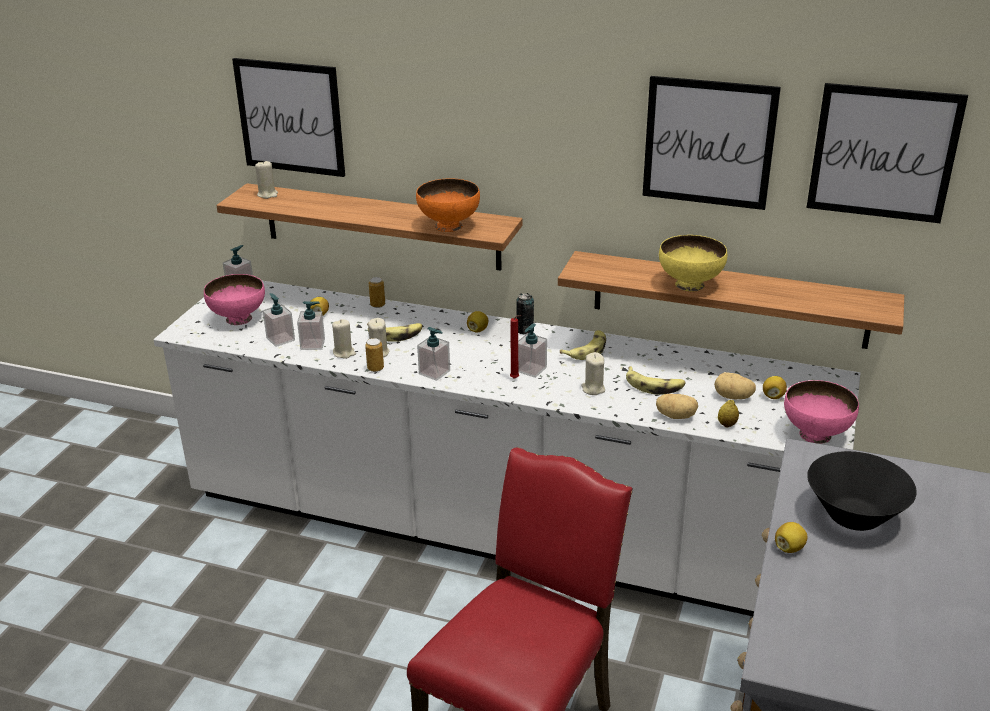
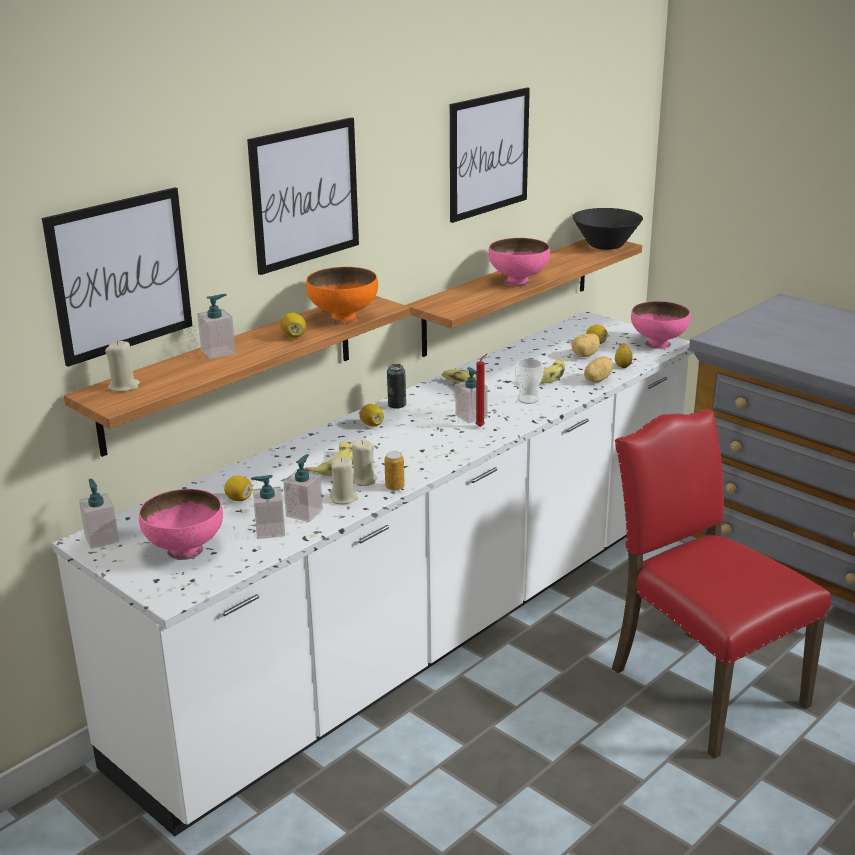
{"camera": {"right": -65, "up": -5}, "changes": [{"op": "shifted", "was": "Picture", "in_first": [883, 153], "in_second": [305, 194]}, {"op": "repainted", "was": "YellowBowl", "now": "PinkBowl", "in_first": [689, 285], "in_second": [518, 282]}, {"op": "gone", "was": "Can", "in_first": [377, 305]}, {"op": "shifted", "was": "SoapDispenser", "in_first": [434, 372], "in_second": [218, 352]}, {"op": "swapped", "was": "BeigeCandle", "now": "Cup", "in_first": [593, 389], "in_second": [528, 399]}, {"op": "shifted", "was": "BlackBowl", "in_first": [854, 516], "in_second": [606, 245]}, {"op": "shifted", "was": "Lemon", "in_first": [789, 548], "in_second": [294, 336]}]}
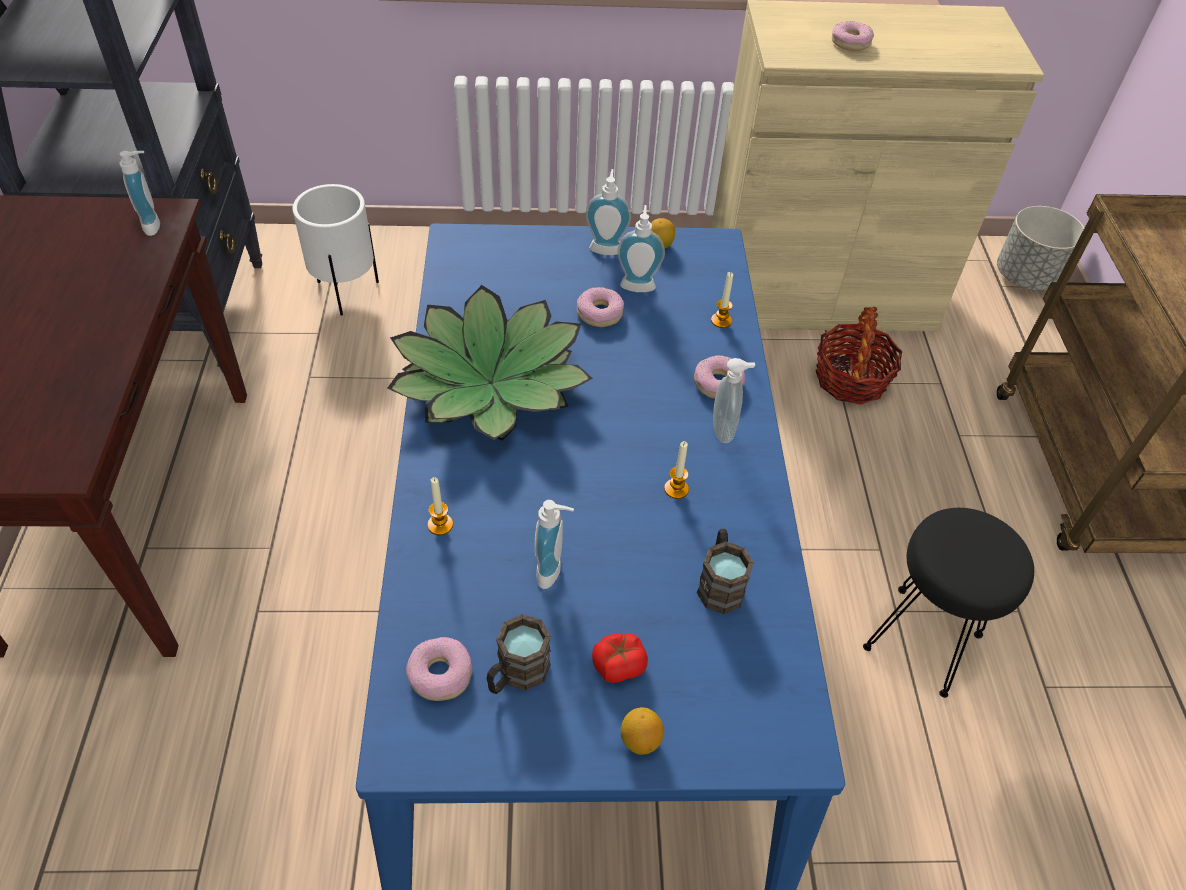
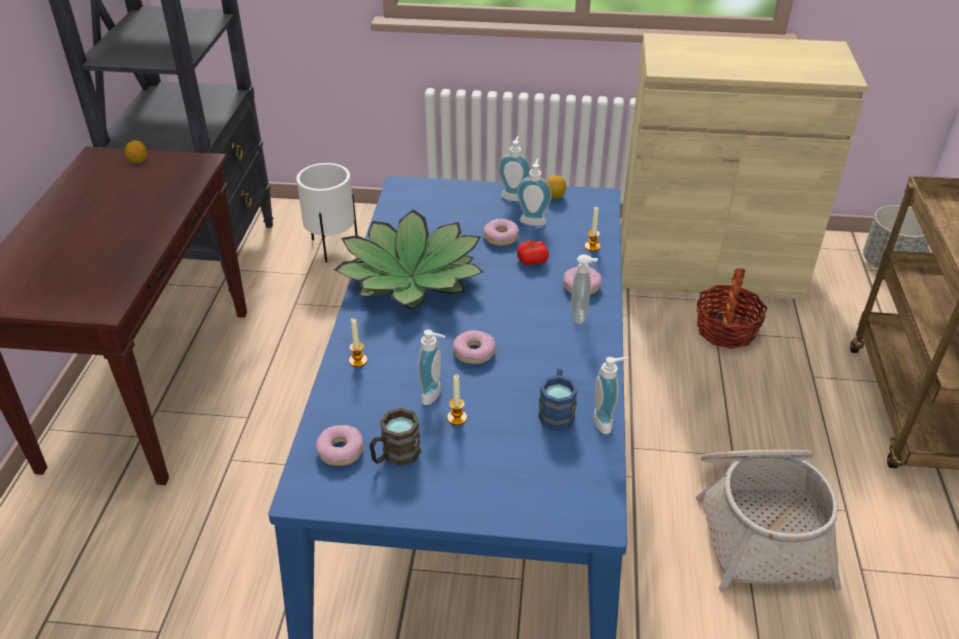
{"camera": {"right": 10, "up": -10}, "changes": [{"op": "shifted", "was": "Donut", "in_first": [850, 42], "in_second": [474, 352]}, {"op": "shifted", "was": "SoapDispenser", "in_first": [155, 225], "in_second": [606, 421]}, {"op": "shifted", "was": "Candle", "in_first": [676, 489], "in_second": [457, 418]}, {"op": "swapped", "was": "BlackStool", "now": "Basket", "in_first": [923, 639], "in_second": [760, 524]}, {"op": "repainted", "was": "BrownMug", "now": "BlueMug", "in_first": [719, 583], "in_second": [557, 411]}, {"op": "shifted", "was": "Tomato", "in_first": [618, 664], "in_second": [532, 260]}, {"op": "shifted", "was": "Lemon", "in_first": [640, 740], "in_second": [138, 161]}]}
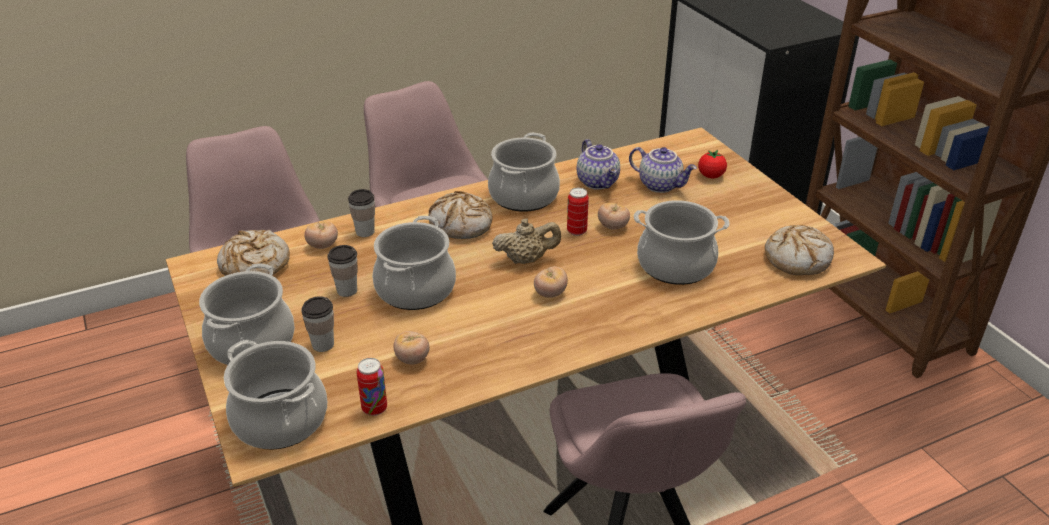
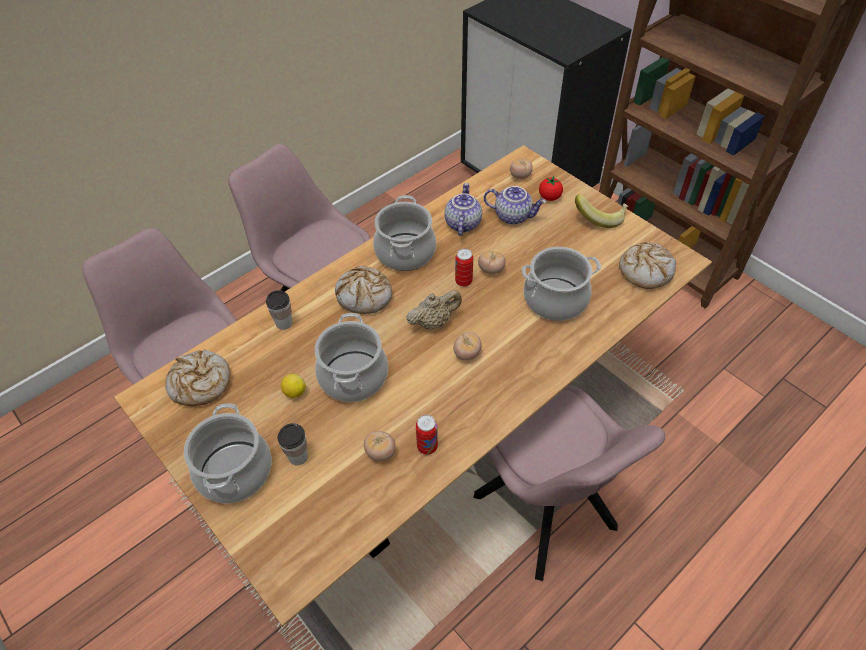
{"camera": {"right": -15, "up": 15}, "changes": [{"op": "rotated", "was": "Teapot", "in_first": [598, 182], "in_second": [462, 223], "clockwise": -135}, {"op": "shifted", "was": "Tomato", "in_first": [323, 246], "in_second": [520, 176]}, {"op": "swapped", "was": "Cup", "now": "Lemon", "in_first": [347, 290], "in_second": [294, 392]}, {"op": "gone", "was": "CookingPot", "in_first": [279, 420]}, {"op": "shifted", "was": "Can", "in_first": [374, 408], "in_second": [427, 447]}, {"op": "new", "now": "Banana", "in_second": [600, 217]}]}
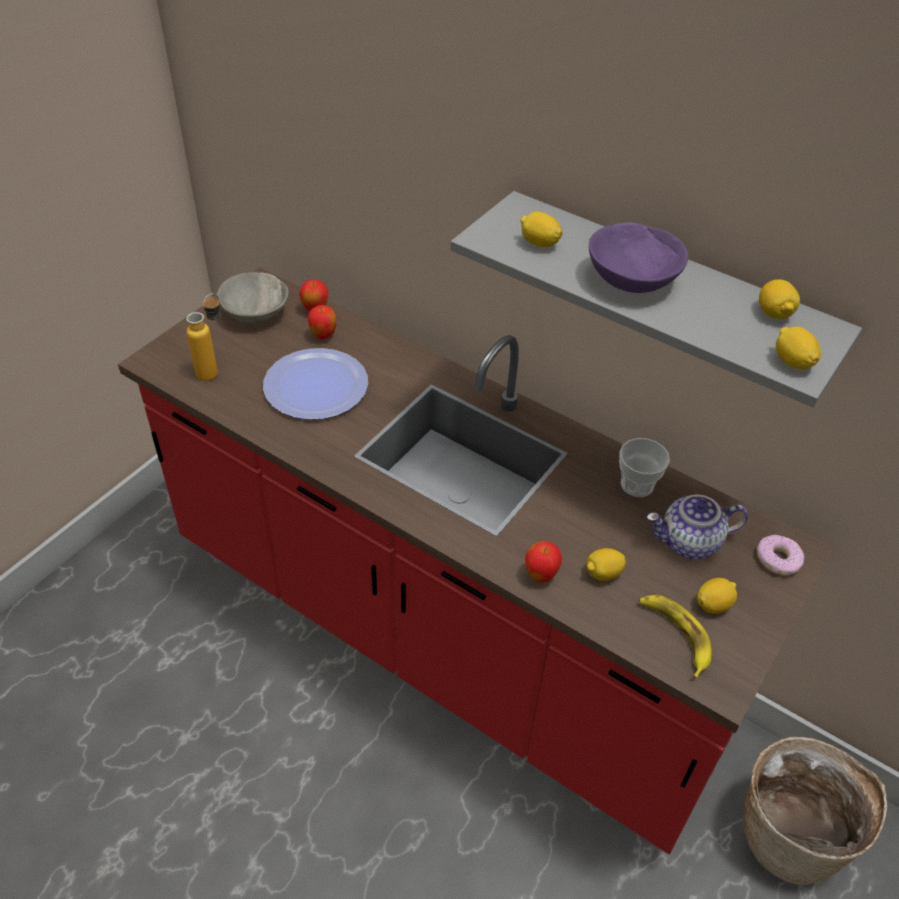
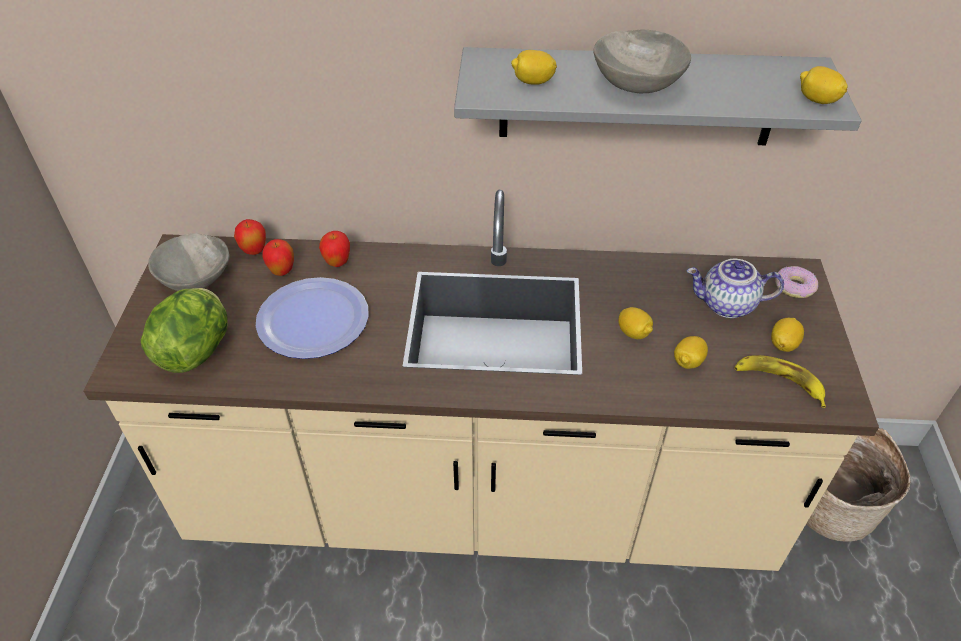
{"camera": {"right": -30, "up": 0}, "changes": [{"op": "repainted", "was": "PurpleBowl", "now": "GreyBowl", "in_first": [630, 279], "in_second": [635, 83]}, {"op": "repainted", "was": "RedCounter", "now": "BeigeCounter", "in_first": [441, 638], "in_second": [480, 503]}, {"op": "shifted", "was": "Lemon", "in_first": [774, 313], "in_second": [633, 333]}, {"op": "swapped", "was": "Bottle", "now": "Lettuce", "in_first": [214, 370], "in_second": [197, 350]}, {"op": "gone", "was": "Cup", "in_first": [637, 485]}, {"op": "rotated", "was": "Teapot", "in_first": [689, 543], "in_second": [726, 305], "clockwise": 45}, {"op": "shifted", "was": "Apple", "in_first": [540, 576], "in_second": [337, 263]}]}
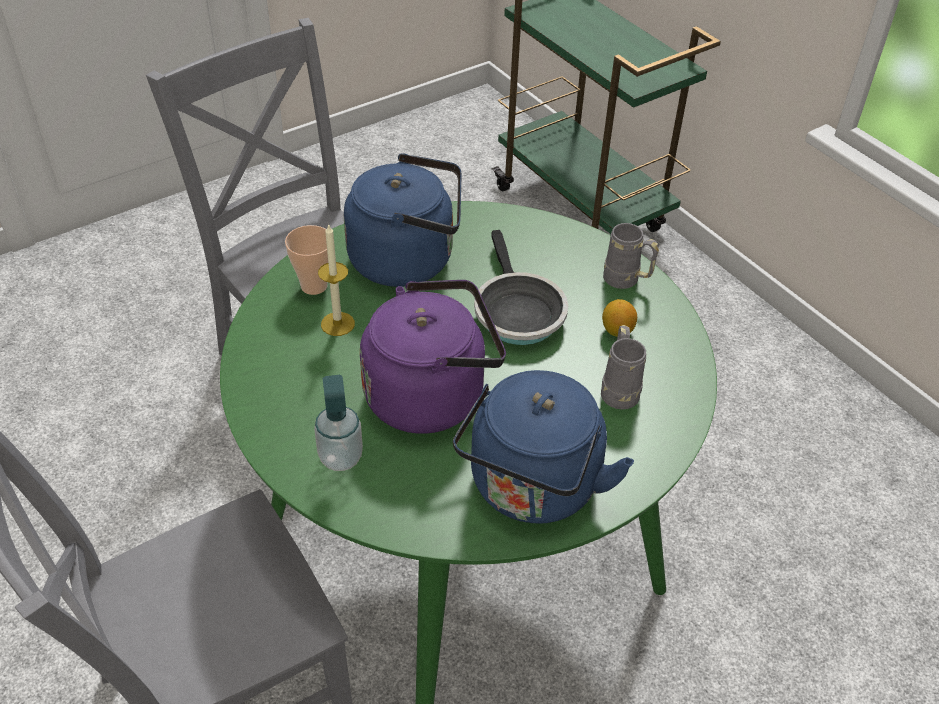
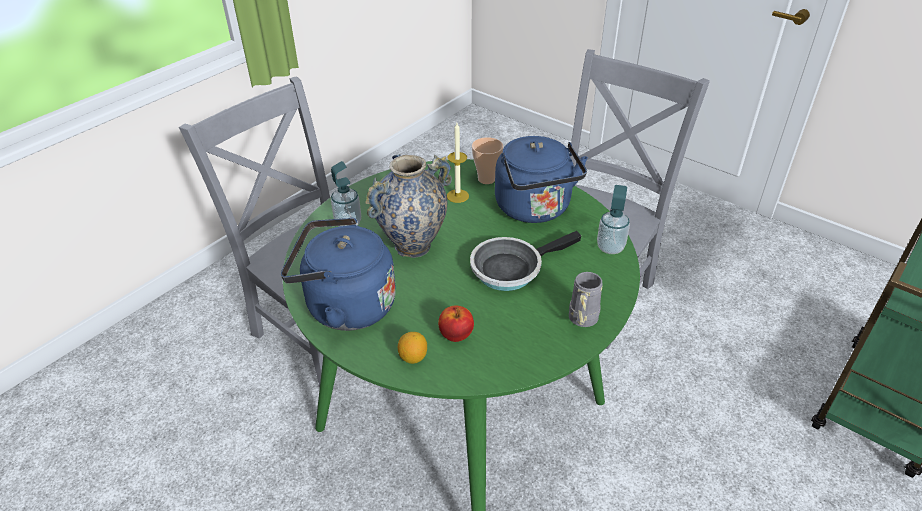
{"camera": {"right": 75, "up": -5}, "changes": [{"op": "swapped", "was": "PurpleKettle", "now": "Vase", "in_first": [431, 395], "in_second": [412, 246]}, {"op": "shifted", "was": "Lemon", "in_first": [617, 331], "in_second": [413, 357]}, {"op": "swapped", "was": "GreyMug", "now": "Apple", "in_first": [619, 389], "in_second": [456, 335]}, {"op": "new", "now": "SoapDispenser", "in_second": [610, 247]}]}
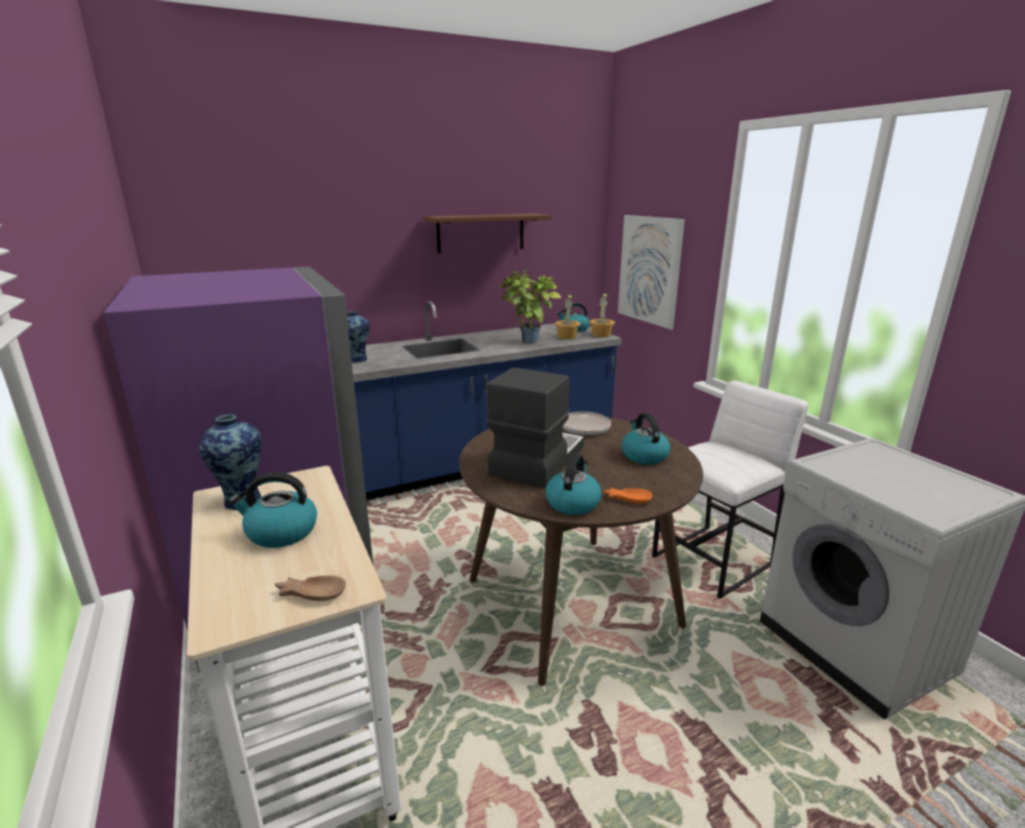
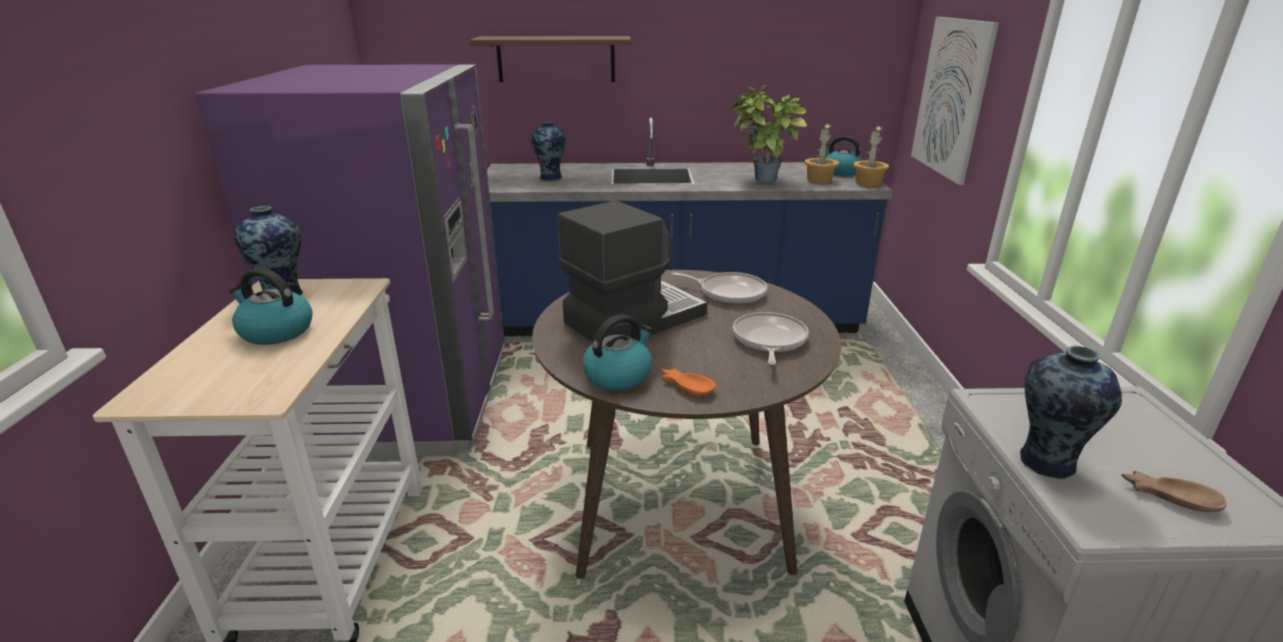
{"camera": {"right": 25, "up": 5}, "changes": [{"op": "shifted", "was": "BrownShelf", "in_first": [481, 233], "in_second": [556, 59]}, {"op": "gone", "was": "WhiteChair", "in_first": [714, 560]}, {"op": "swapped", "was": "Kettle", "now": "FryingPan", "in_first": [643, 455], "in_second": [769, 341]}, {"op": "shifted", "was": "BrownBowl", "in_first": [311, 592], "in_second": [1168, 496]}, {"op": "new", "now": "Vase", "in_second": [1045, 463]}]}
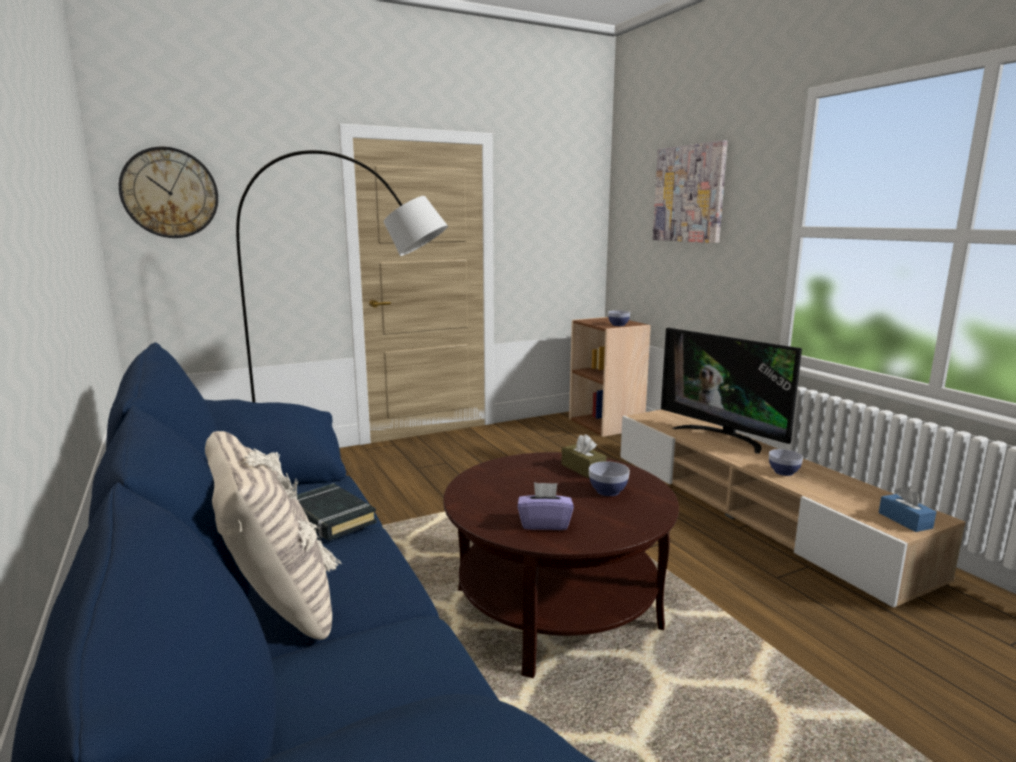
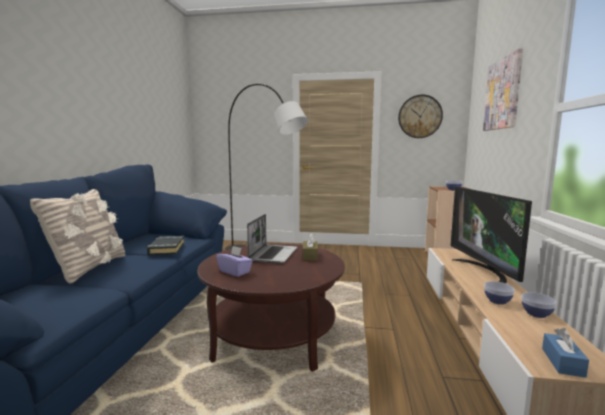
{"camera": {"right": 35, "up": -5}, "changes": [{"op": "shifted", "was": "WallClock", "in_first": [170, 193], "in_second": [420, 116]}, {"op": "shifted", "was": "Bowl", "in_first": [608, 491], "in_second": [536, 314]}, {"op": "new", "now": "Laptop", "in_second": [273, 254]}]}
